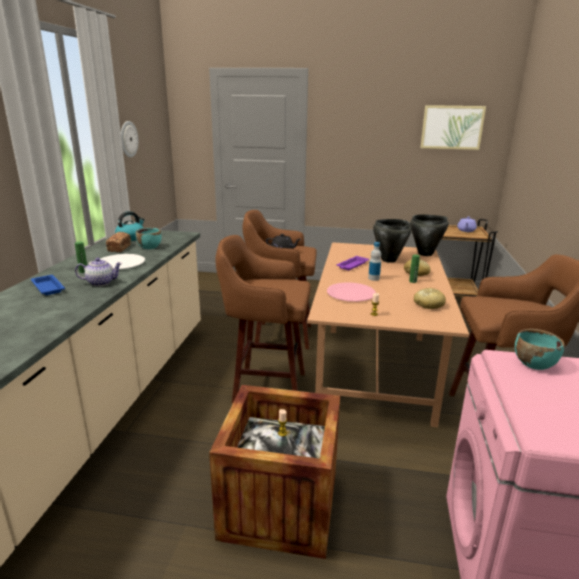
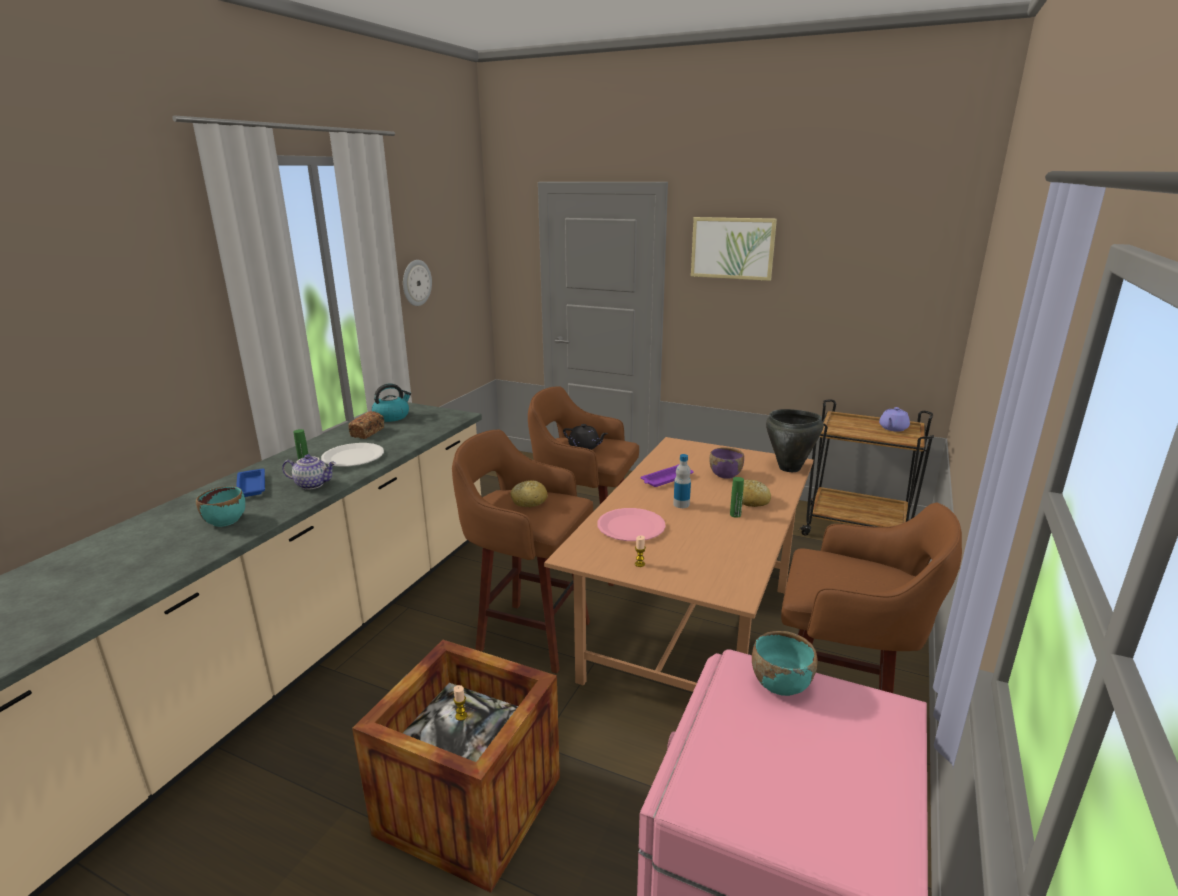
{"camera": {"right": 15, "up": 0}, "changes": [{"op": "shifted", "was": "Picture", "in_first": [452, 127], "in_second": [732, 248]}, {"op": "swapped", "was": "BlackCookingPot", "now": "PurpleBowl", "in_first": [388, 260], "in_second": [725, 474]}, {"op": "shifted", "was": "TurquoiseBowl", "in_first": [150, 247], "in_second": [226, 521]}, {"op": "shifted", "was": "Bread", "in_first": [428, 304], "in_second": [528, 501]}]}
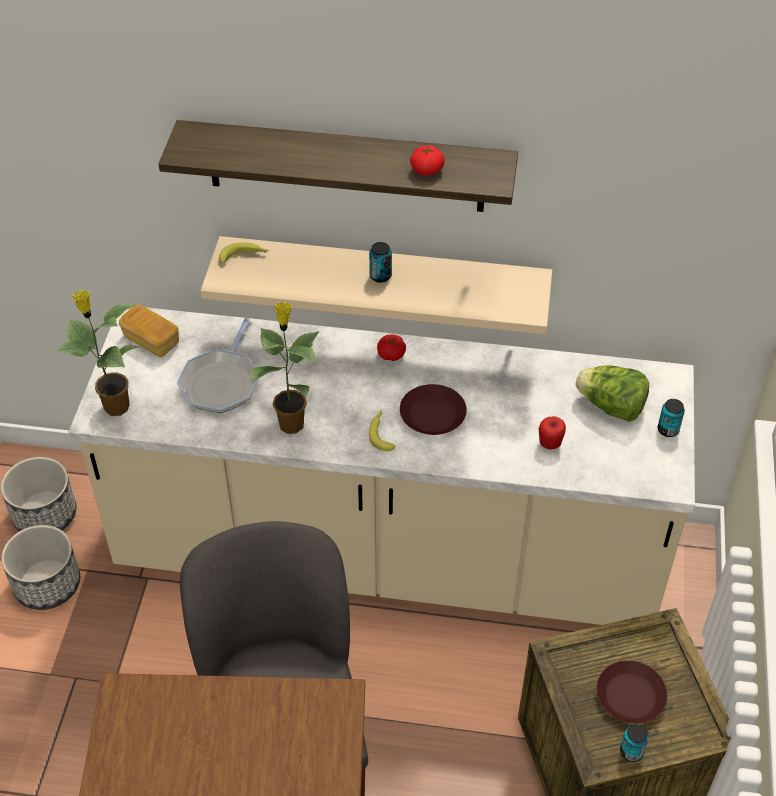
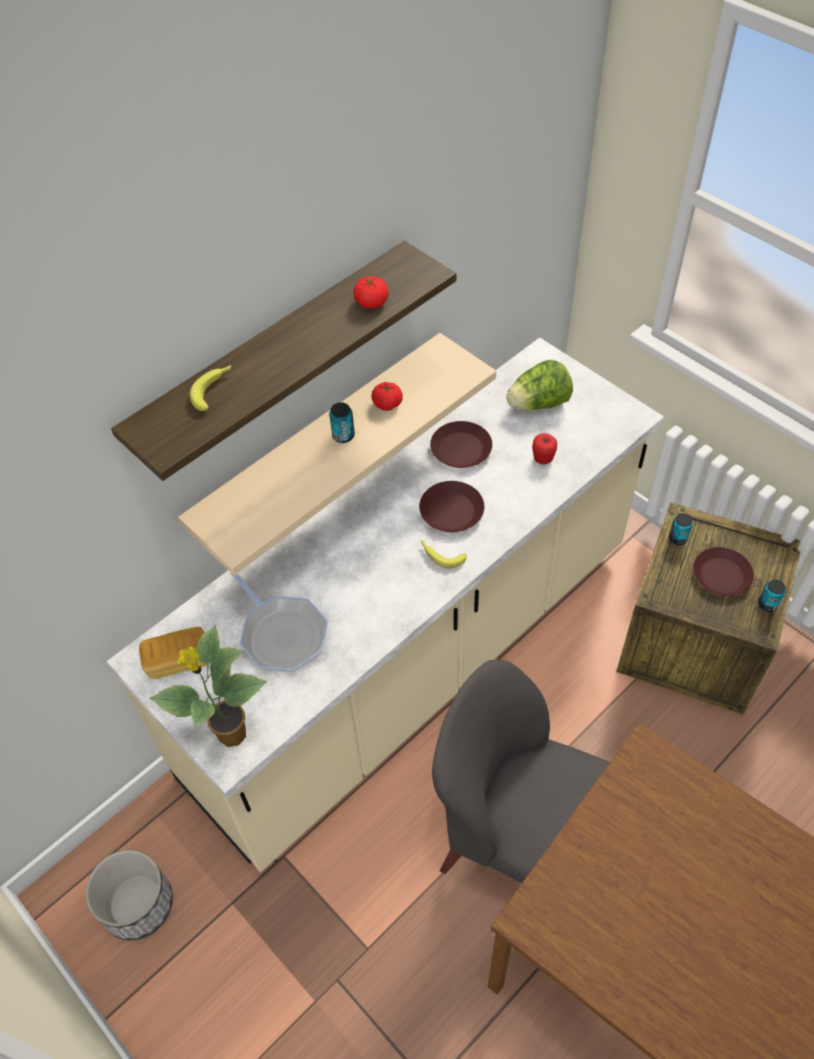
{"camera": {"right": -50, "up": 5}, "changes": [{"op": "shifted", "was": "Banana", "in_first": [244, 256], "in_second": [213, 390]}, {"op": "gone", "was": "PottedPlant", "in_first": [291, 422]}, {"op": "shifted", "was": "Tomato", "in_first": [391, 355], "in_second": [387, 404]}, {"op": "shifted", "was": "Can", "in_first": [668, 430], "in_second": [677, 538]}, {"op": "gone", "was": "Planter", "in_first": [47, 585]}, {"op": "new", "now": "BrownPlate", "in_second": [461, 450]}]}
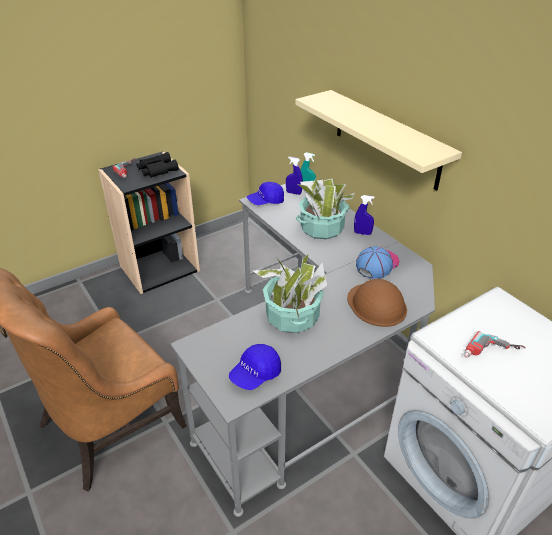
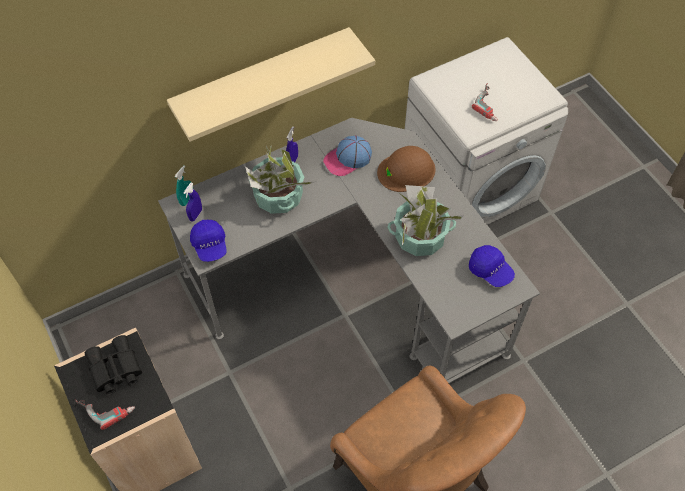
{"camera": {"right": -85, "up": 20}, "changes": [{"op": "rotated", "was": "Cap", "in_first": [377, 264], "in_second": [347, 159], "clockwise": -75}]}
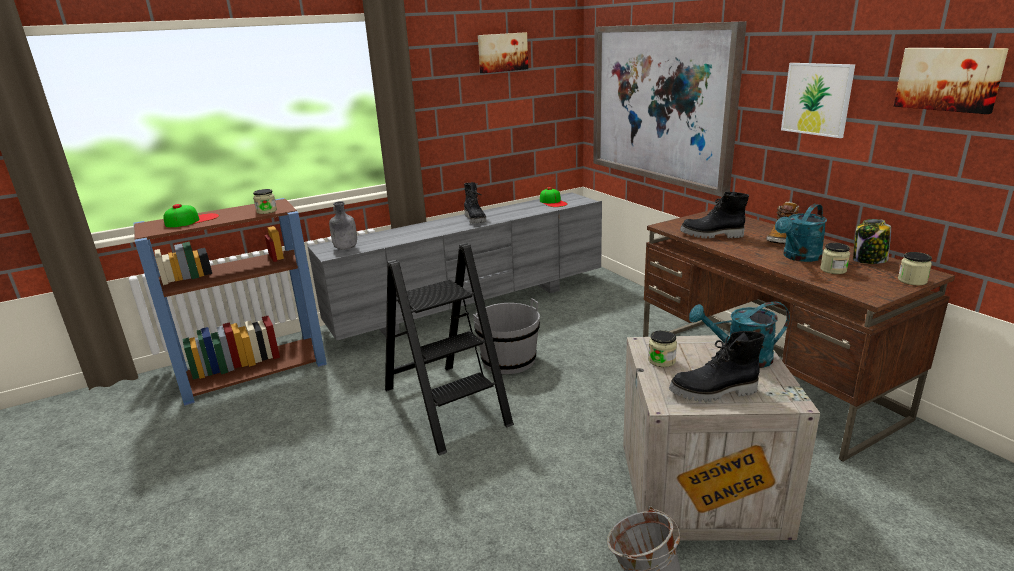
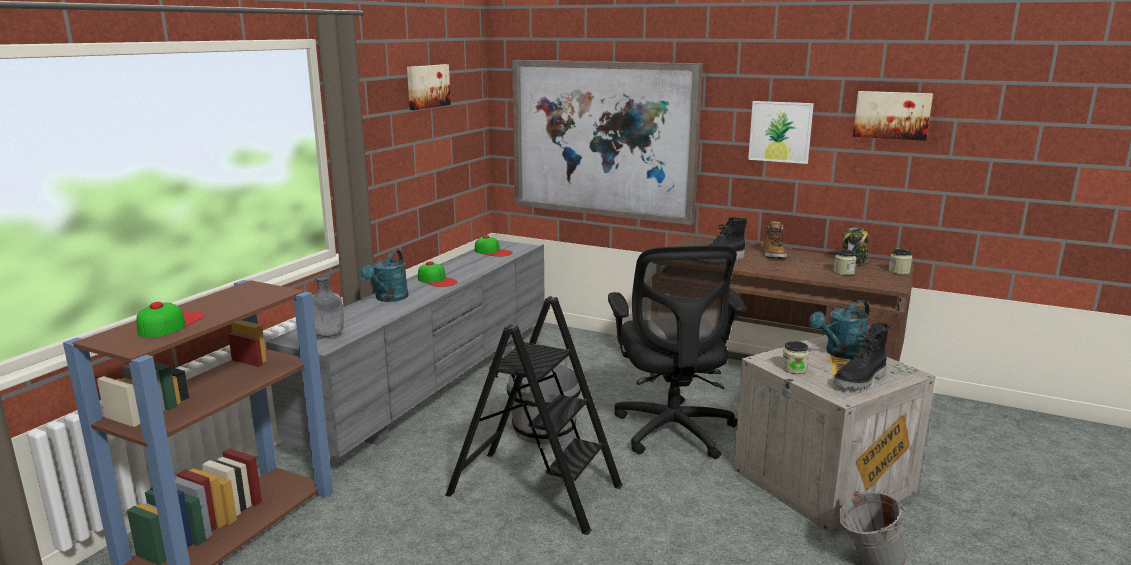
{"camera": {"right": -35, "up": -5}, "changes": [{"op": "swapped", "was": "BlackBoot", "now": "Cap", "in_first": [475, 219], "in_second": [437, 280]}, {"op": "gone", "was": "Jar", "in_first": [266, 211]}, {"op": "shifted", "was": "TurquoiseWateringCan", "in_first": [798, 257], "in_second": [389, 298]}, {"op": "new", "now": "BlackOfficeChair", "in_second": [670, 426]}]}
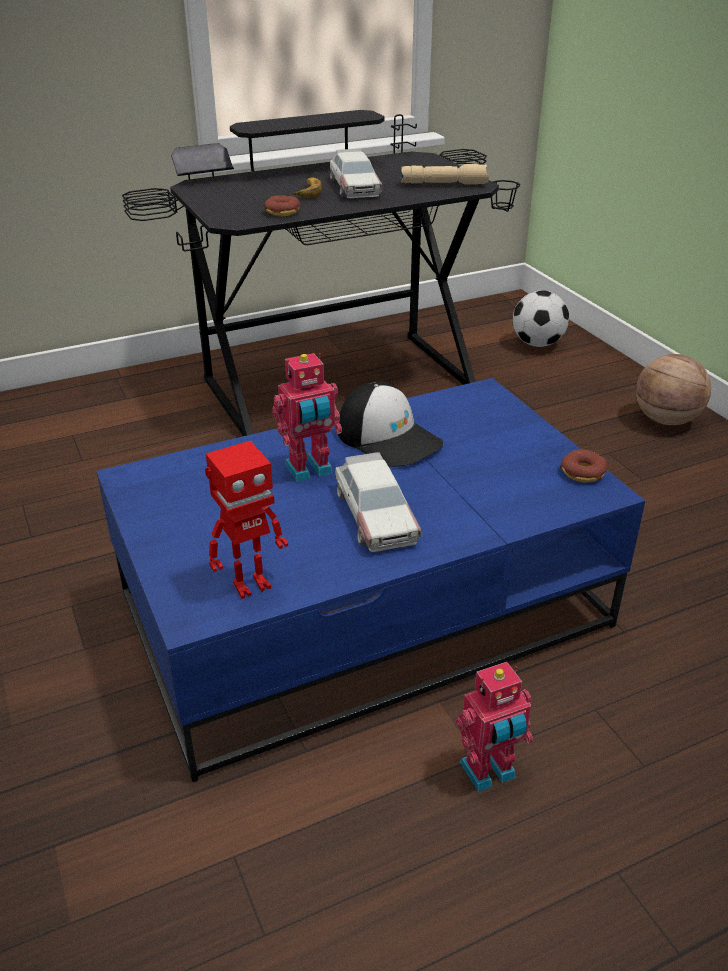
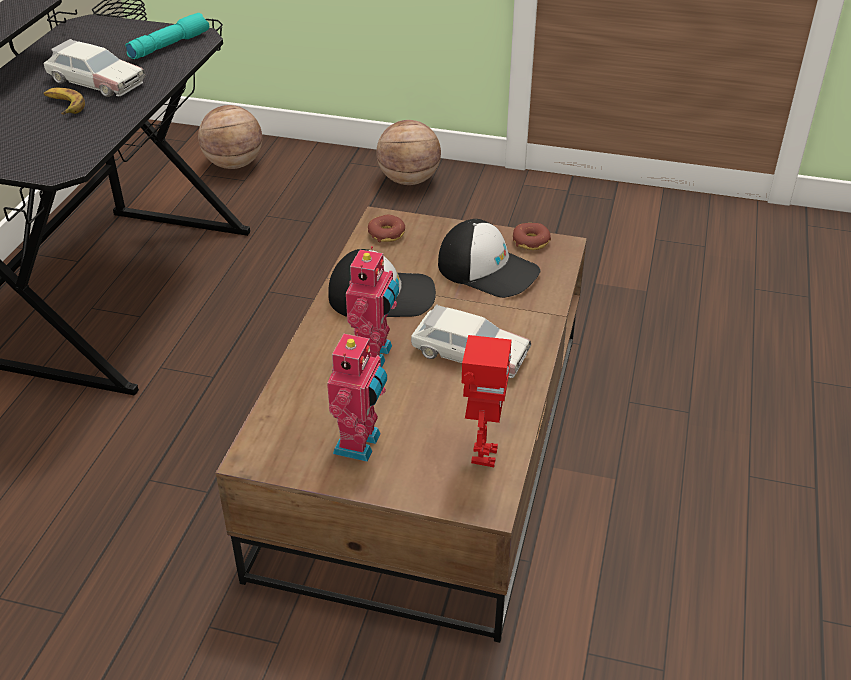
{"camera": {"right": -50, "up": 5}, "changes": [{"op": "repainted", "was": "BeigeFlashlight", "now": "TurquoiseFlashlight", "in_first": [444, 184], "in_second": [169, 45]}, {"op": "shifted", "was": "Donut", "in_first": [282, 212], "in_second": [386, 234]}, {"op": "swapped", "was": "Football", "now": "Basketball", "in_first": [537, 344], "in_second": [234, 164]}, {"op": "repainted", "was": "BlueCoffeeTable", "now": "BrownCoffeeTable", "in_first": [366, 609], "in_second": [425, 447]}, {"op": "shifted", "was": "ToyRobot", "in_first": [489, 773], "in_second": [360, 444]}, {"op": "new", "now": "Cap", "in_second": [488, 269]}]}
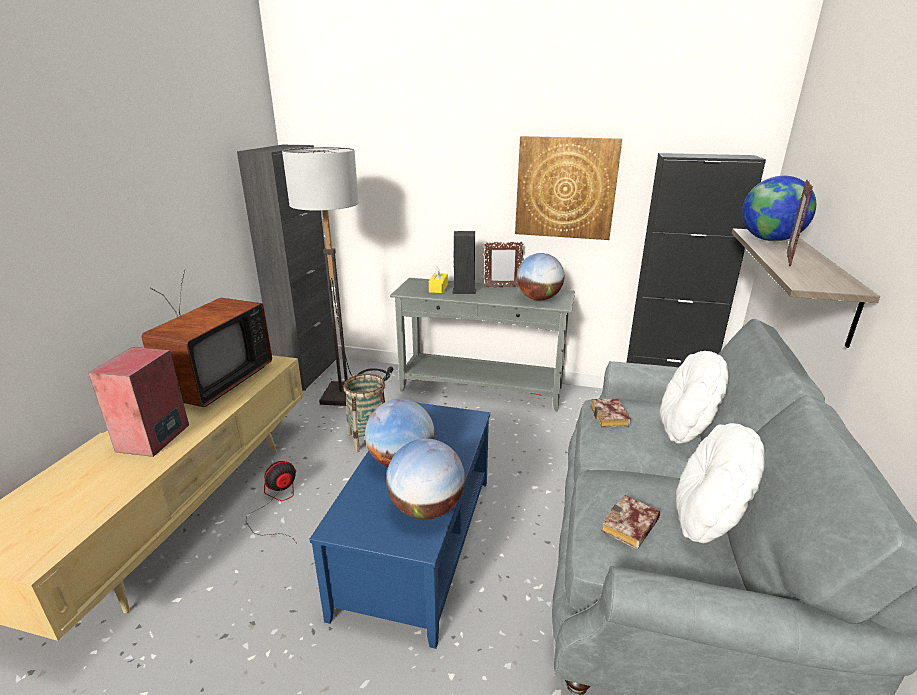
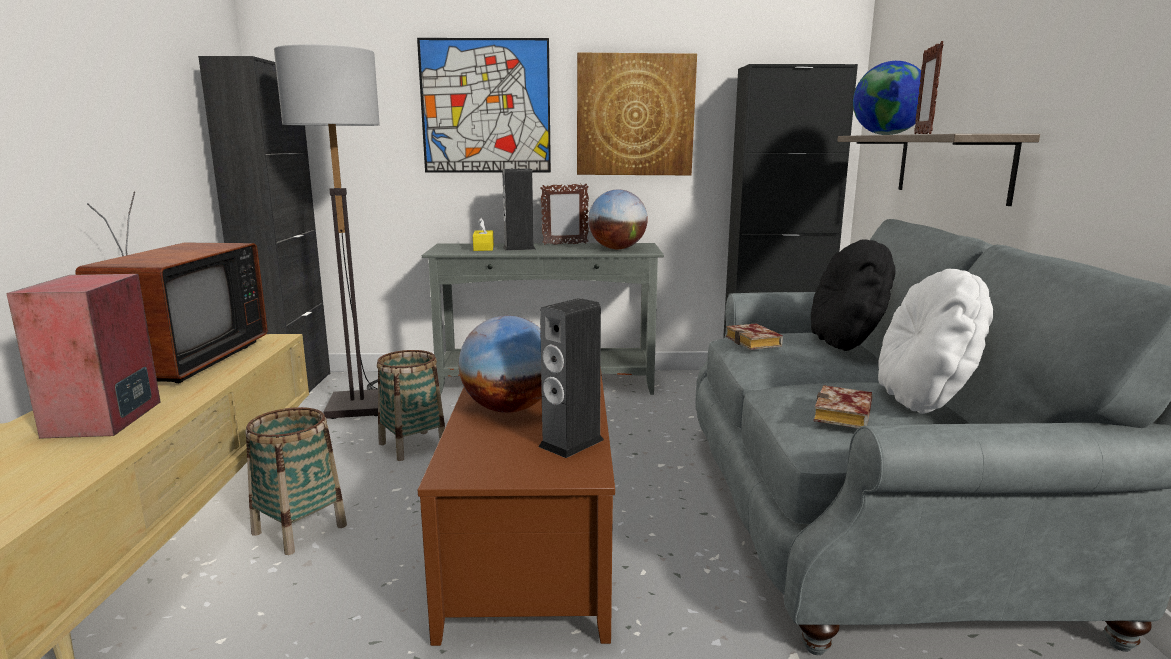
{"camera": {"right": -15, "up": -10}, "changes": [{"op": "repainted", "was": "WhitePillow", "now": "BlackPillow", "in_first": [684, 431], "in_second": [845, 344]}, {"op": "repainted", "was": "BlueCoffeeTable", "now": "BrownCoffeeTable", "in_first": [419, 542], "in_second": [534, 538]}, {"op": "swapped", "was": "Globe", "now": "Speaker", "in_first": [427, 508], "in_second": [571, 443]}, {"op": "swapped", "was": "Fan", "now": "Basket", "in_first": [277, 504], "in_second": [299, 529]}, {"op": "new", "now": "Picture", "in_second": [485, 106]}]}
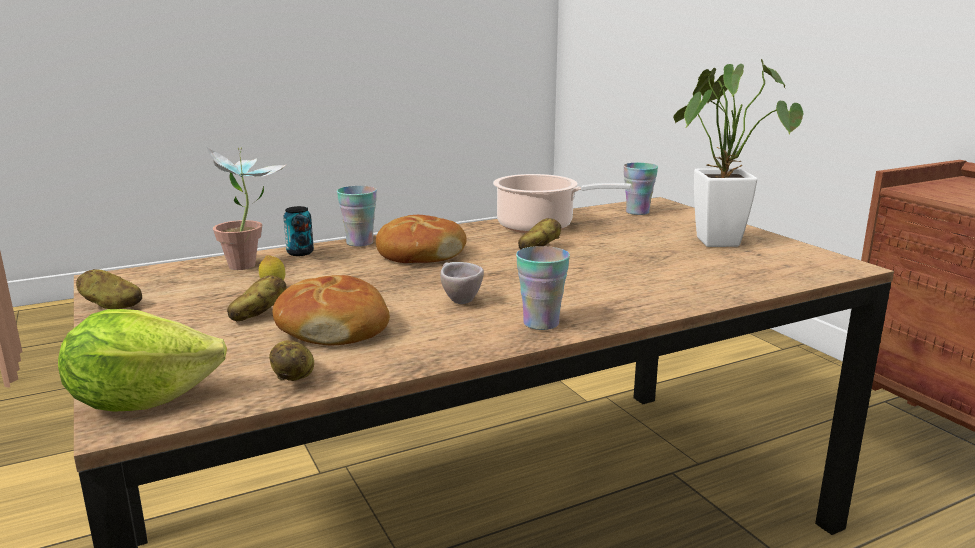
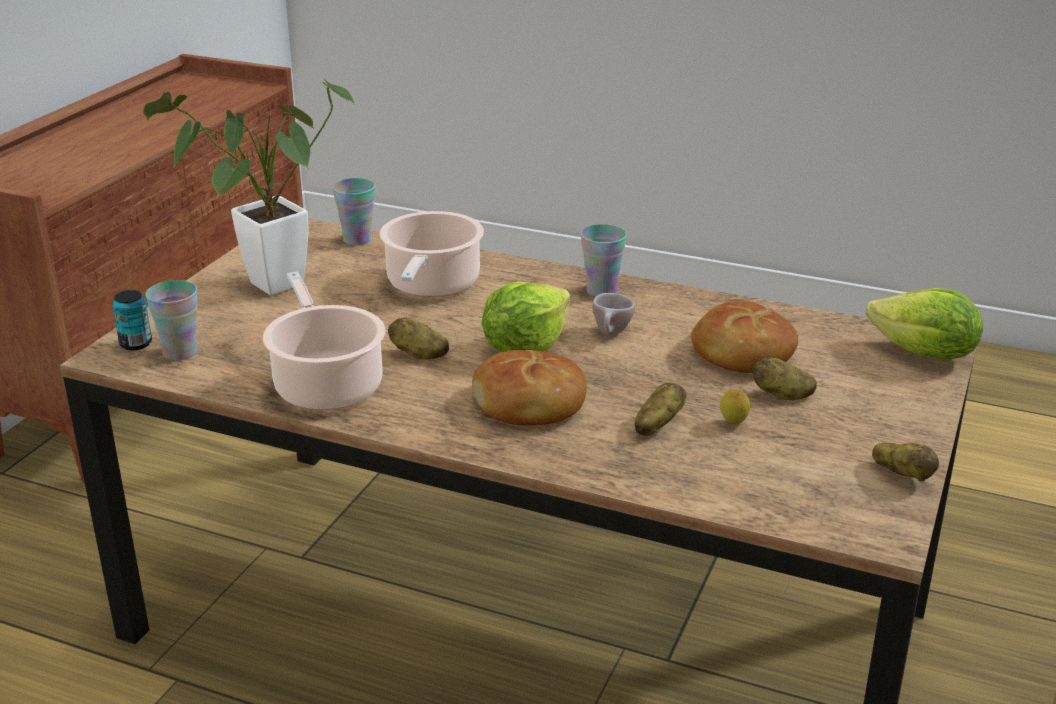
{"camera": {"right": -130, "up": 10}, "changes": [{"op": "gone", "was": "PottedPlant", "in_first": [251, 267]}, {"op": "shifted", "was": "Cup", "in_first": [359, 243], "in_second": [357, 240]}, {"op": "shifted", "was": "Can", "in_first": [300, 252], "in_second": [136, 344]}, {"op": "shifted", "was": "Potato", "in_first": [295, 378], "in_second": [657, 425]}, {"op": "new", "now": "CookingPot", "in_second": [432, 285]}, {"op": "new", "now": "Lettuce", "in_second": [525, 347]}]}
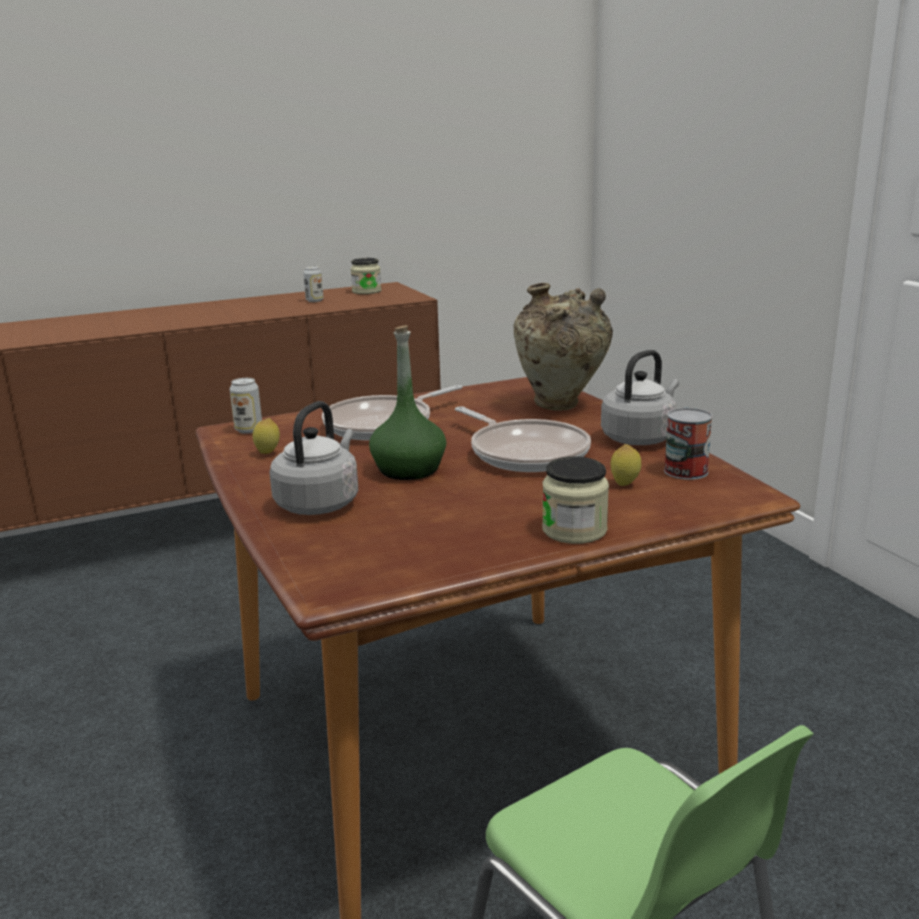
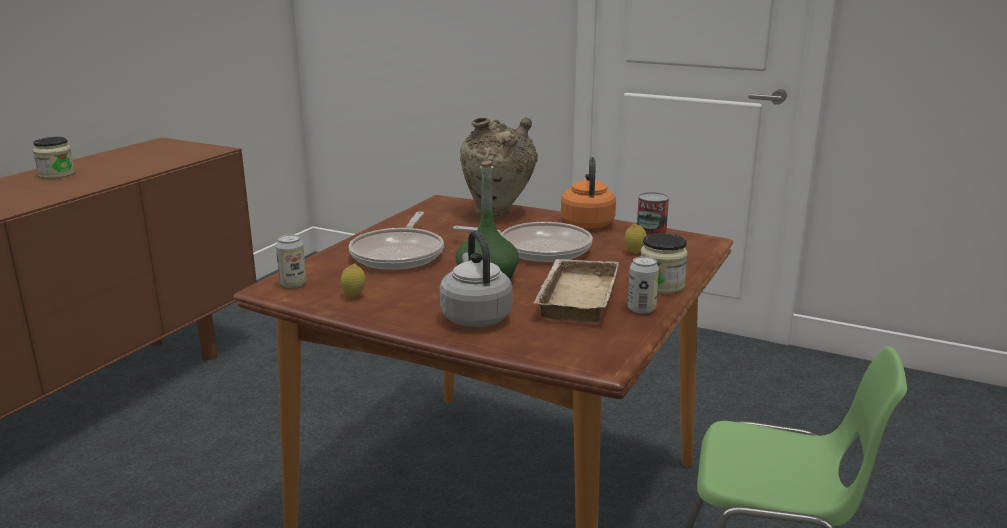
{"camera": {"right": -40, "up": 0}, "changes": [{"op": "shifted", "was": "Jar", "in_first": [366, 291], "in_second": [57, 175]}, {"op": "shifted", "was": "Can", "in_first": [314, 300], "in_second": [641, 309]}, {"op": "repainted", "was": "GreyKettle", "now": "OrangeKettle", "in_first": [640, 438], "in_second": [587, 223]}, {"op": "new", "now": "BeigeTray", "in_second": [574, 296]}]}
